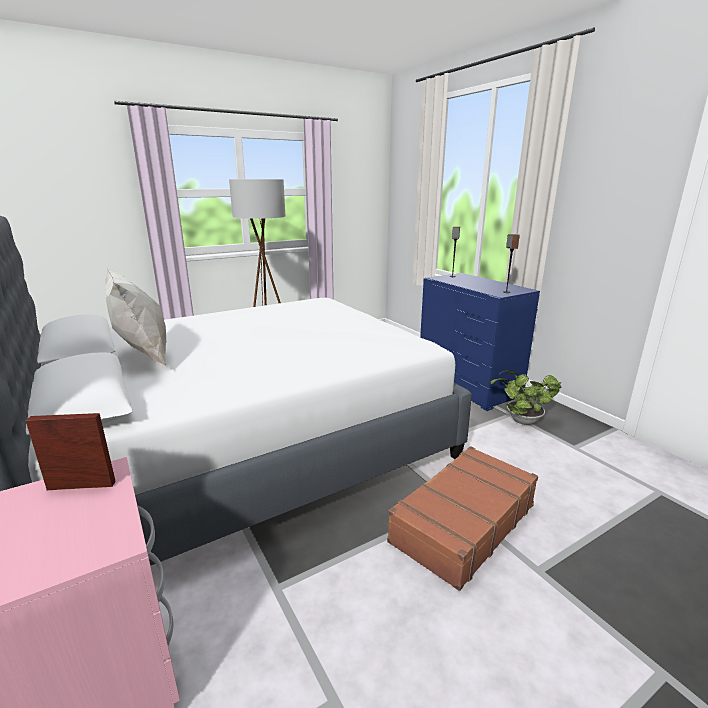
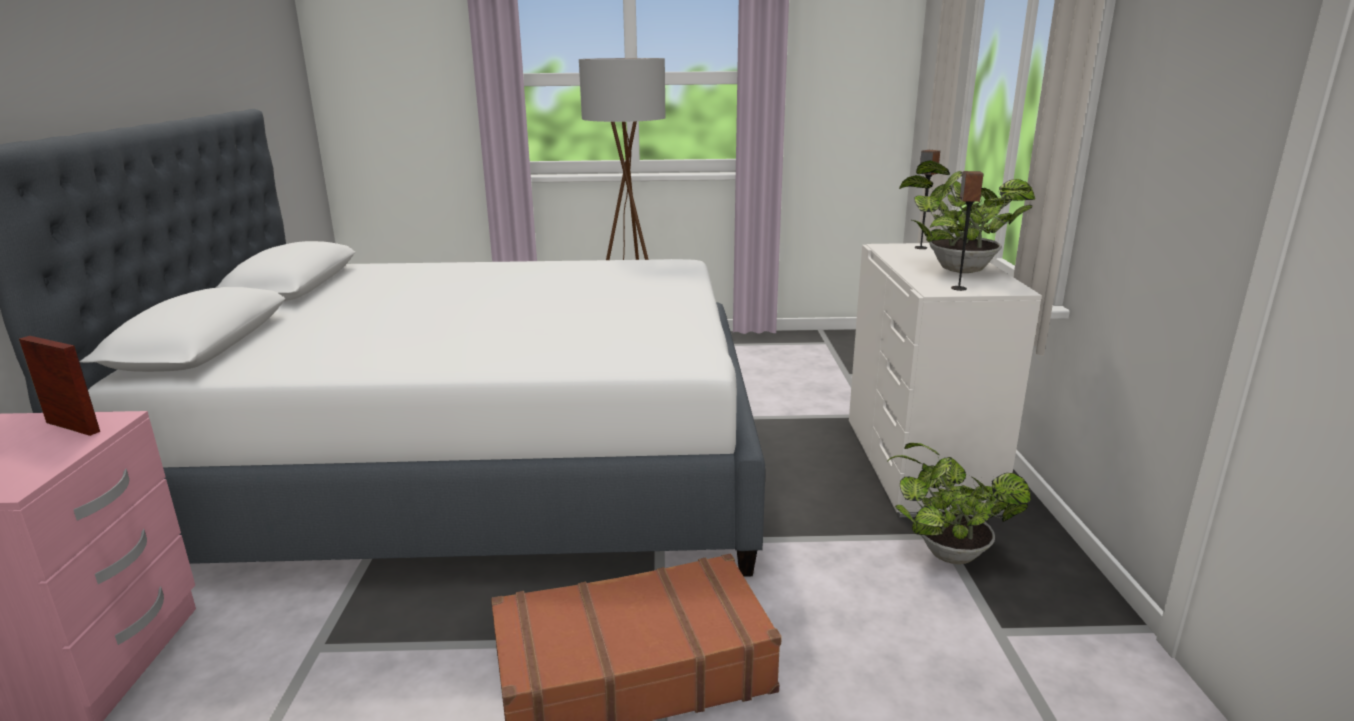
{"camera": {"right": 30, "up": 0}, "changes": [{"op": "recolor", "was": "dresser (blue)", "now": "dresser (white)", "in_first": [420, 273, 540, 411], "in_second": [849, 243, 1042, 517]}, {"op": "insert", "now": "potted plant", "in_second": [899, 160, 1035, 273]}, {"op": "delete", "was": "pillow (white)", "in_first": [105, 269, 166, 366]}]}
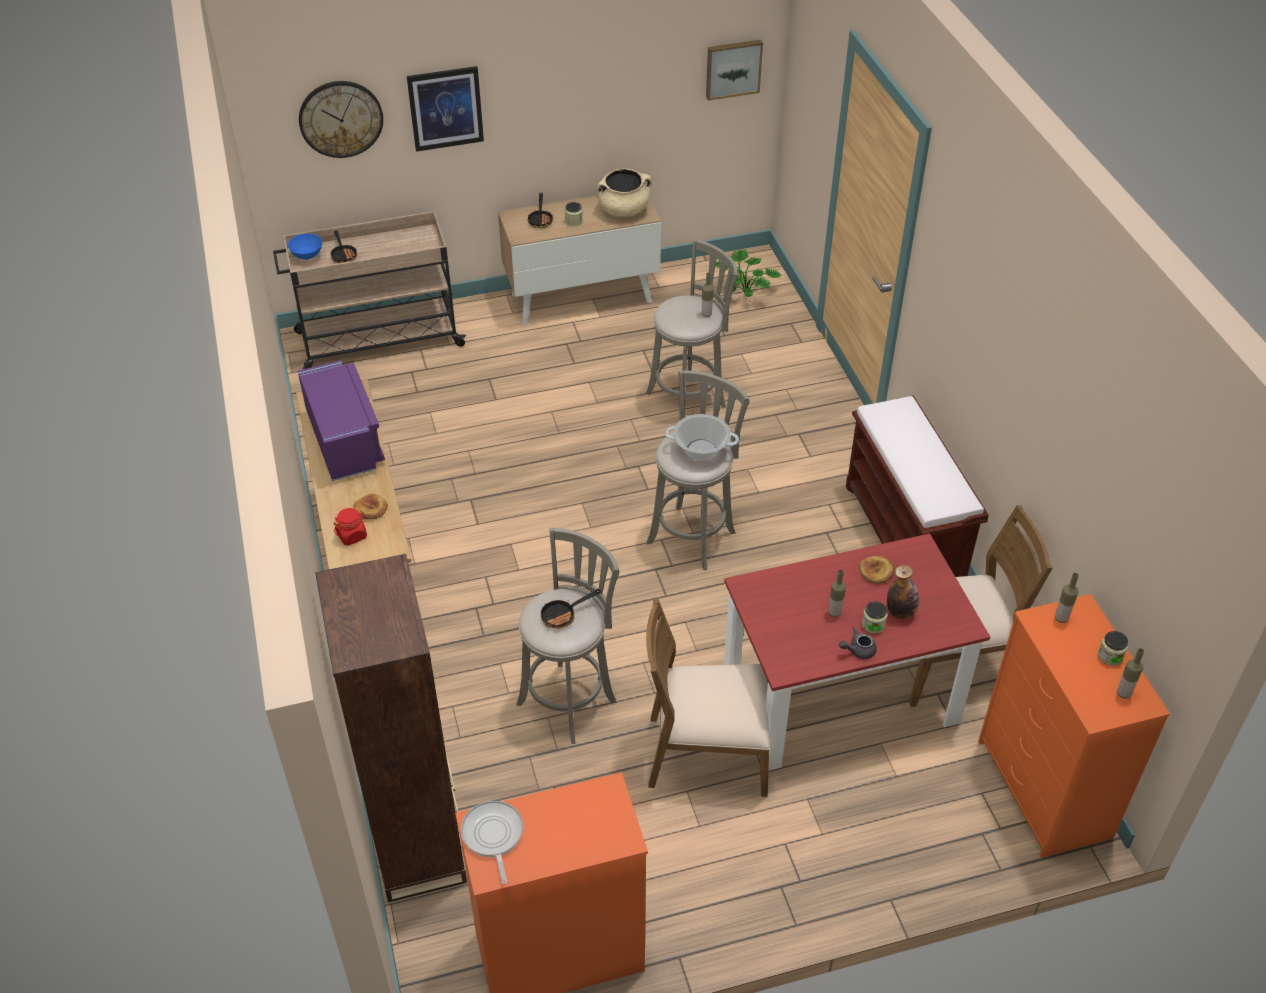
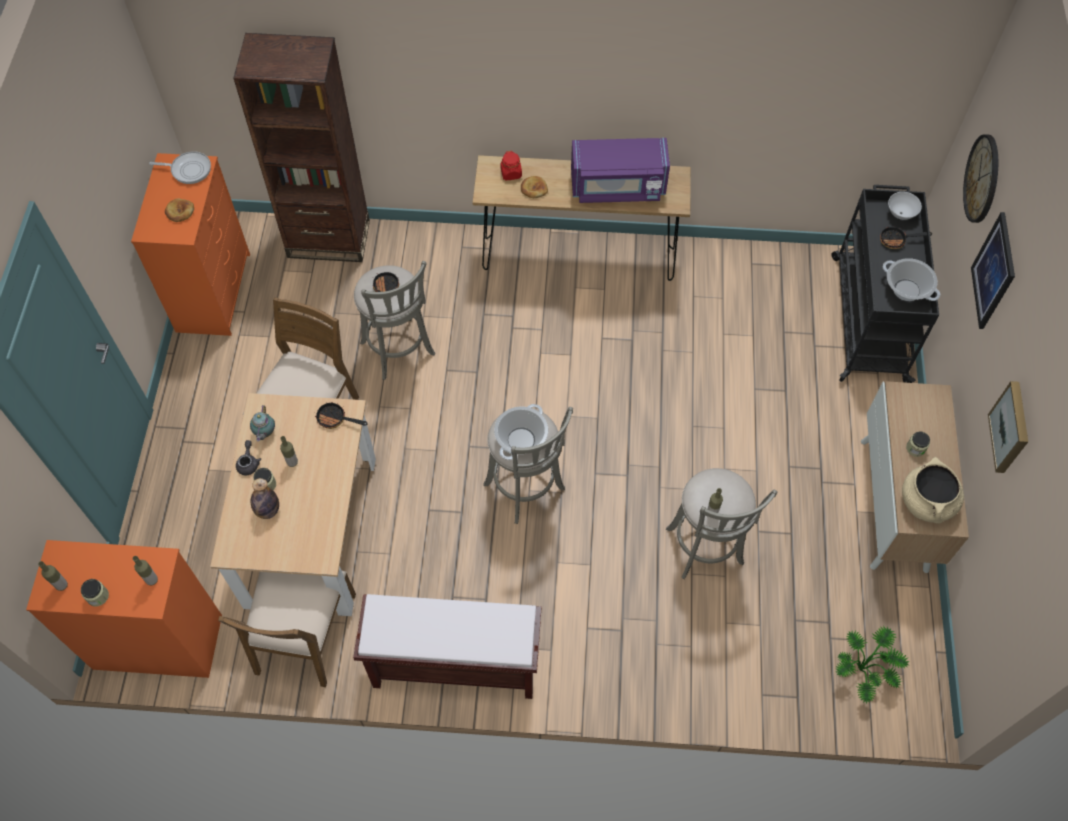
{"camera": {"right": 110, "up": 15}, "changes": [{"op": "move", "was": "bread", "in_first": [860, 556, 895, 583], "in_second": [165, 199, 194, 222]}, {"op": "recolor", "was": "dining table (red)", "now": "dining table (beige)", "in_first": [724, 534, 990, 771], "in_second": [210, 393, 376, 616]}, {"op": "insert", "now": "teapot", "in_second": [250, 406, 275, 441]}, {"op": "move", "was": "frying pan", "in_first": [528, 193, 553, 228], "in_second": [315, 402, 368, 429]}, {"op": "recolor", "was": "cart (beige)", "now": "cart (black)", "in_first": [273, 211, 466, 370], "in_second": [831, 185, 939, 383]}, {"op": "insert", "now": "cooking pot", "in_second": [883, 258, 940, 301]}, {"op": "recolor", "was": "bowl (blue)", "now": "bowl (white)", "in_first": [288, 234, 322, 260], "in_second": [888, 192, 922, 220]}, {"op": "move", "was": "picture", "in_first": [706, 40, 763, 101], "in_second": [988, 381, 1028, 473]}]}
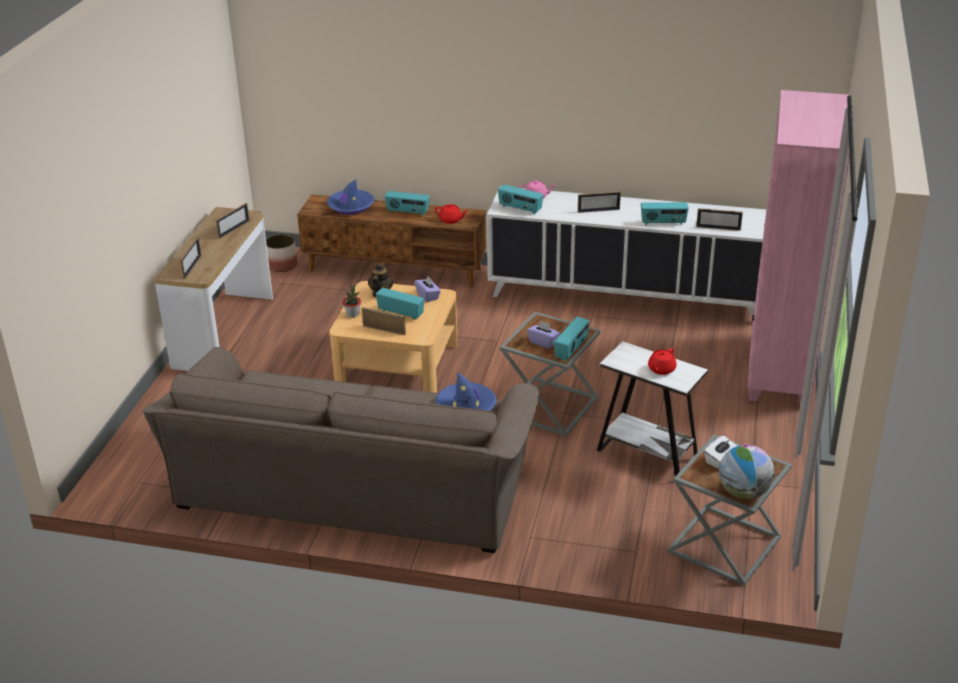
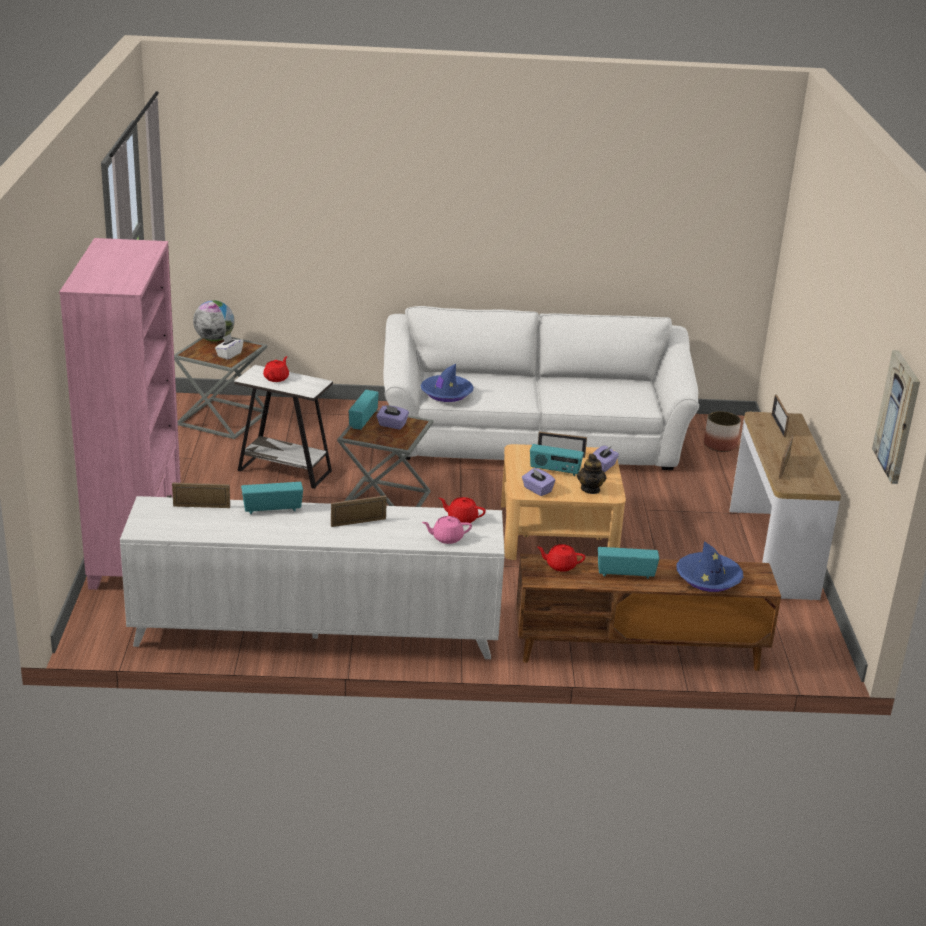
{"camera": {"right": 165, "up": -5}, "changes": [{"op": "recolor", "was": "sofa (brown)", "now": "sofa (white)", "in_first": [143, 347, 540, 553], "in_second": [383, 306, 699, 470]}, {"op": "replace", "was": "radio", "now": "teapot (red)", "in_first": [498, 185, 543, 215], "in_second": [439, 497, 486, 523]}, {"op": "replace", "was": "potted plant", "now": "tissue box (purple)", "in_first": [343, 285, 361, 318], "in_second": [592, 446, 619, 472]}, {"op": "move", "was": "planter", "in_first": [266, 234, 297, 272], "in_second": [704, 411, 741, 452]}, {"op": "insert", "now": "picture", "in_second": [872, 350, 920, 484]}]}
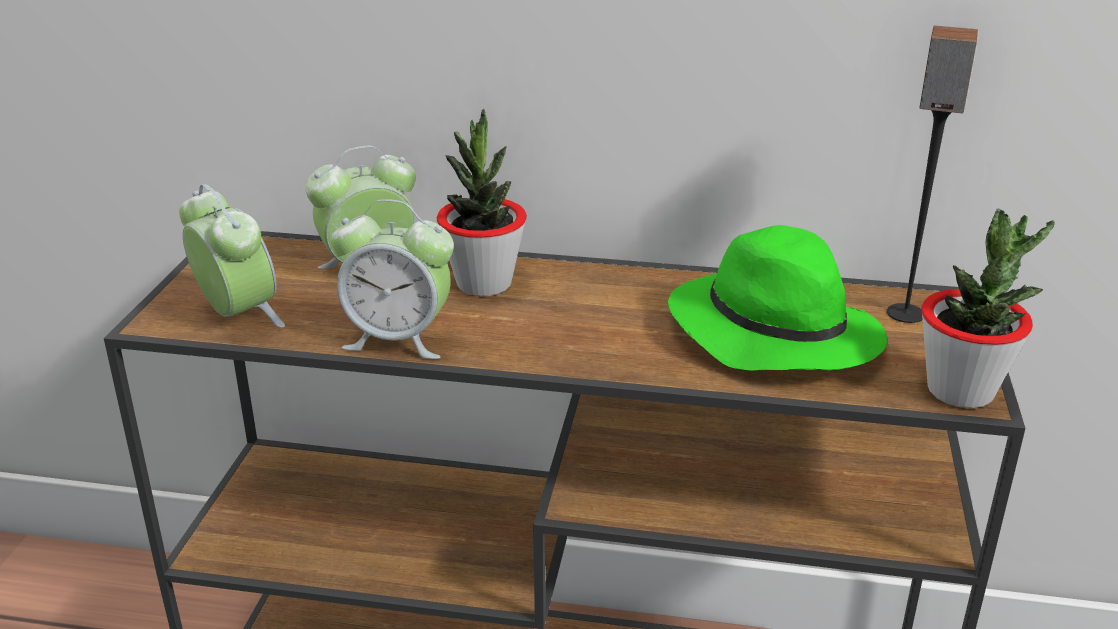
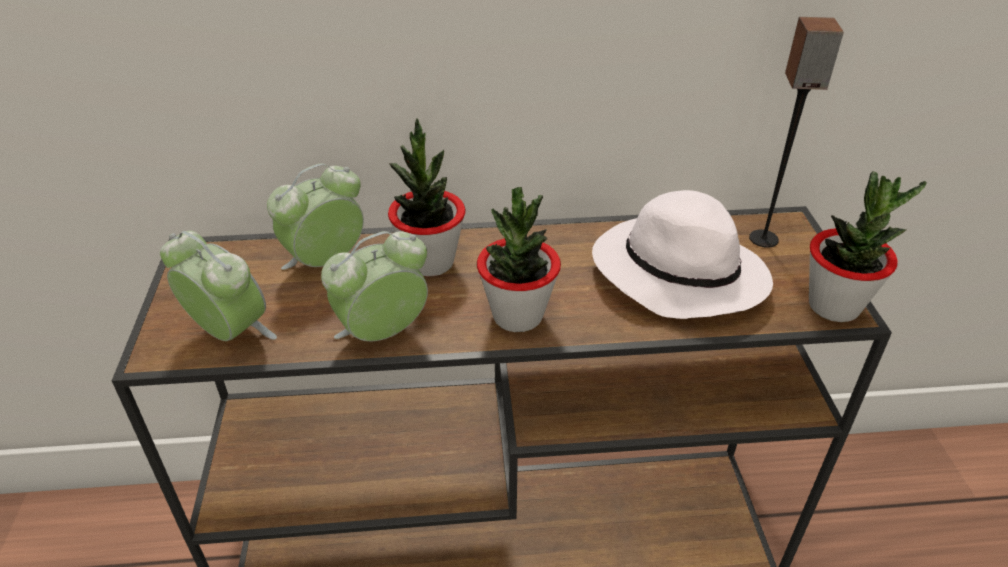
{"camera": {"right": -15, "up": 10}, "changes": [{"op": "rotate", "was": "alarm clock", "in_first": [331, 199, 454, 359], "in_second": [321, 231, 428, 342], "clockwise": 150}, {"op": "insert", "now": "potted plant", "in_second": [477, 187, 561, 332]}, {"op": "recolor", "was": "hat (green)", "now": "hat (white)", "in_first": [668, 225, 888, 371], "in_second": [592, 190, 773, 319]}]}
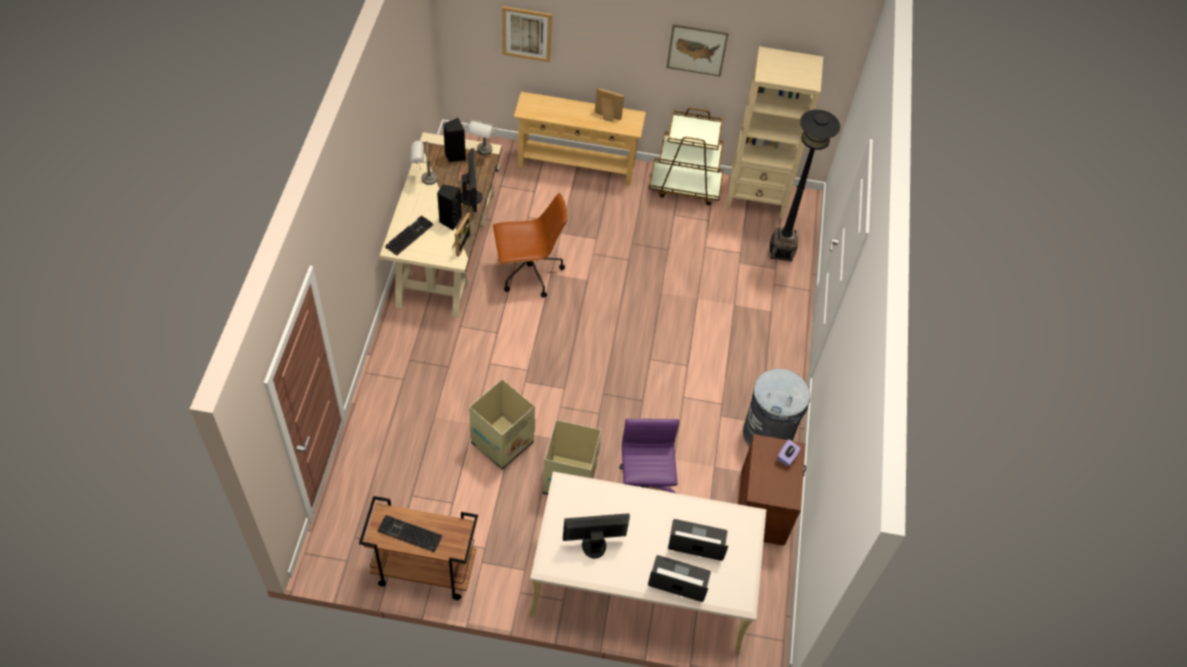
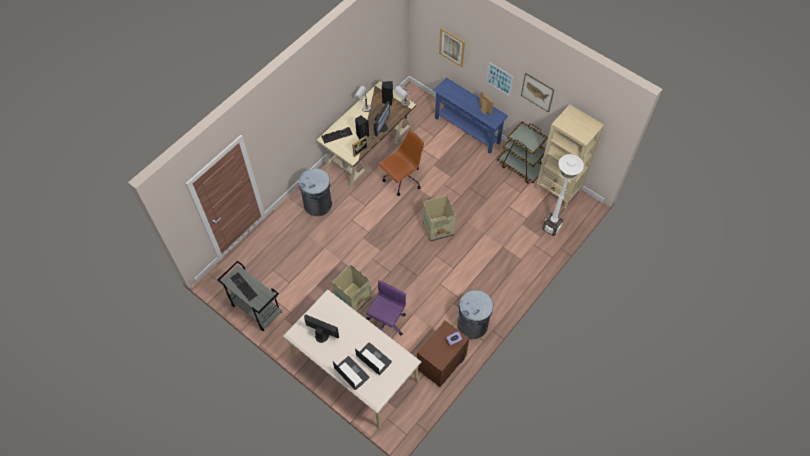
{"camera": {"right": 35, "up": 5}, "changes": [{"op": "recolor", "was": "cart (brown)", "now": "cart (grey)", "in_first": [359, 496, 478, 600], "in_second": [218, 261, 282, 331]}, {"op": "insert", "now": "trash can (grey)", "in_second": [299, 168, 332, 216]}, {"op": "rotate", "was": "office chair (brown)", "in_first": [493, 193, 567, 298], "in_second": [378, 131, 424, 196], "clockwise": -60}, {"op": "move", "was": "cardboard box", "in_first": [469, 379, 535, 470], "in_second": [423, 195, 456, 242]}, {"op": "recolor", "was": "console table (beige)", "now": "console table (blue)", "in_first": [514, 92, 646, 185], "in_second": [433, 77, 508, 154]}, {"op": "insert", "now": "picture", "in_second": [486, 62, 514, 96]}, {"op": "recolor", "was": "floor lamp (black)", "now": "floor lamp (white)", "in_first": [770, 110, 840, 261], "in_second": [542, 154, 584, 236]}]}
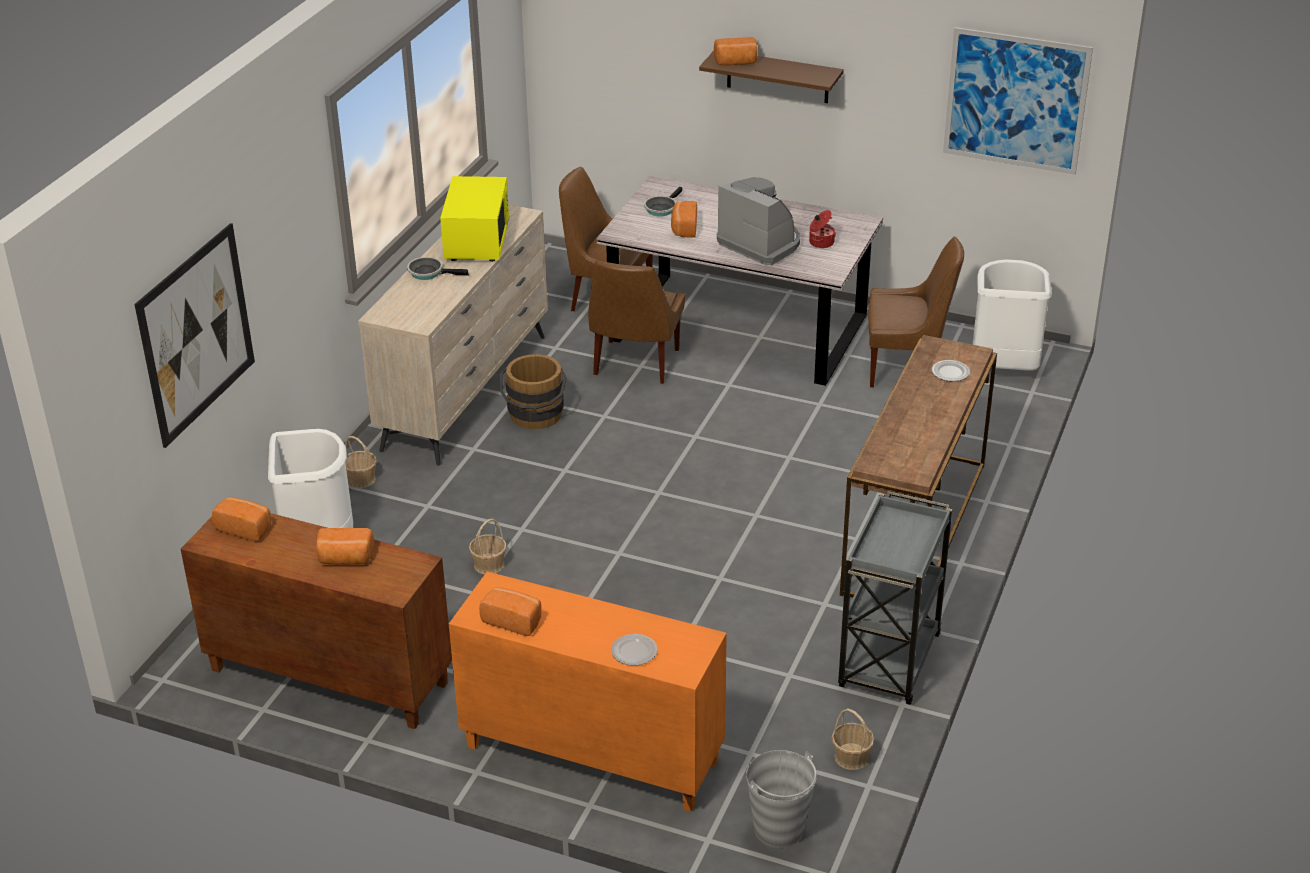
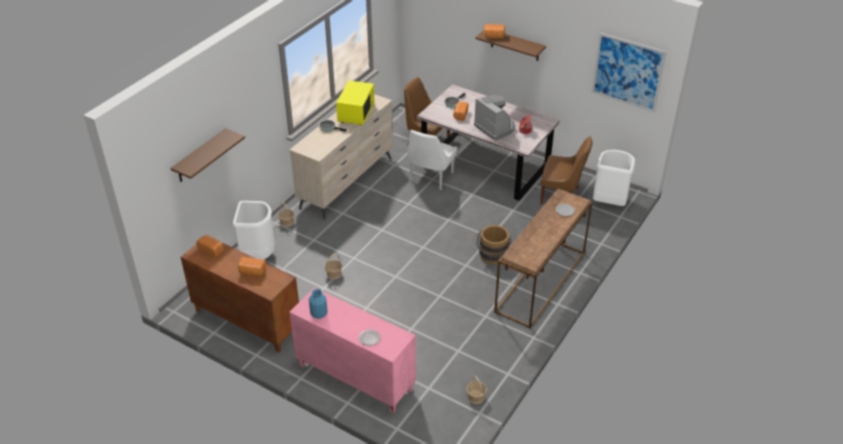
{"camera": {"right": 10, "up": 5}, "changes": [{"op": "replace", "was": "picture", "now": "shelf (brown)", "in_first": [134, 223, 255, 448], "in_second": [170, 128, 245, 182]}, {"op": "recolor", "was": "cabinet (orange)", "now": "cabinet (pink)", "in_first": [449, 571, 727, 812], "in_second": [289, 288, 416, 414]}, {"op": "replace", "was": "bread", "now": "vase (blue)", "in_first": [479, 587, 541, 636], "in_second": [309, 289, 328, 319]}, {"op": "recolor", "was": "chair (brown)", "now": "chair (white)", "in_first": [588, 261, 685, 384], "in_second": [407, 130, 457, 190]}, {"op": "move", "was": "bucket (brown)", "in_first": [500, 354, 567, 429], "in_second": [476, 225, 512, 264]}, {"op": "delete", "was": "bucket (grey)", "in_first": [746, 750, 817, 848]}, {"op": "delete", "was": "cart (grey)", "in_first": [838, 491, 952, 705]}]}
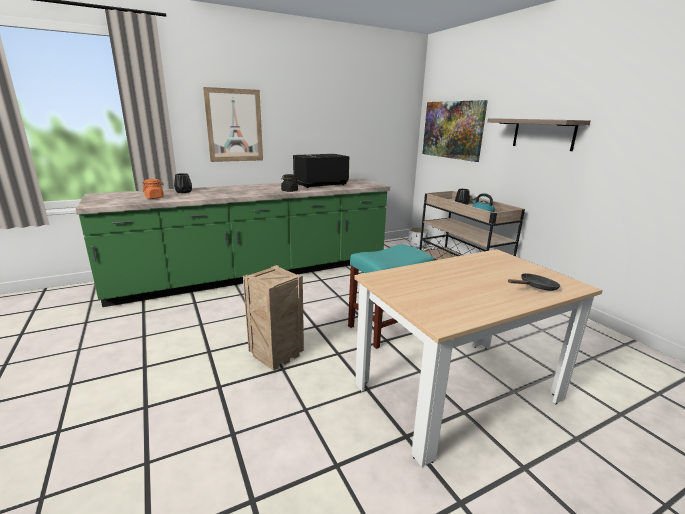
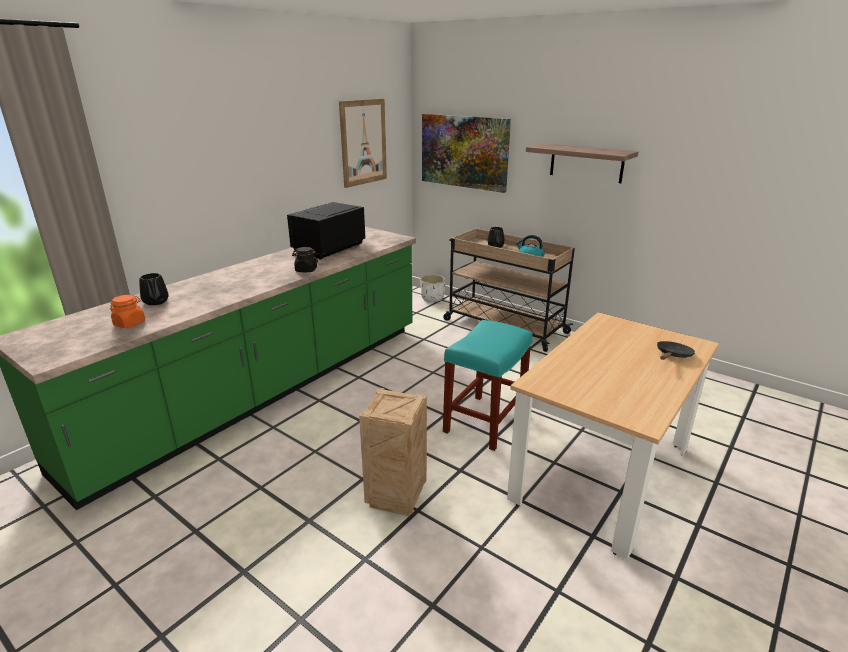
{"camera": {"right": -25, "up": 5}, "changes": [{"op": "move", "was": "picture", "in_first": [203, 87, 263, 162], "in_second": [339, 99, 387, 188]}]}
